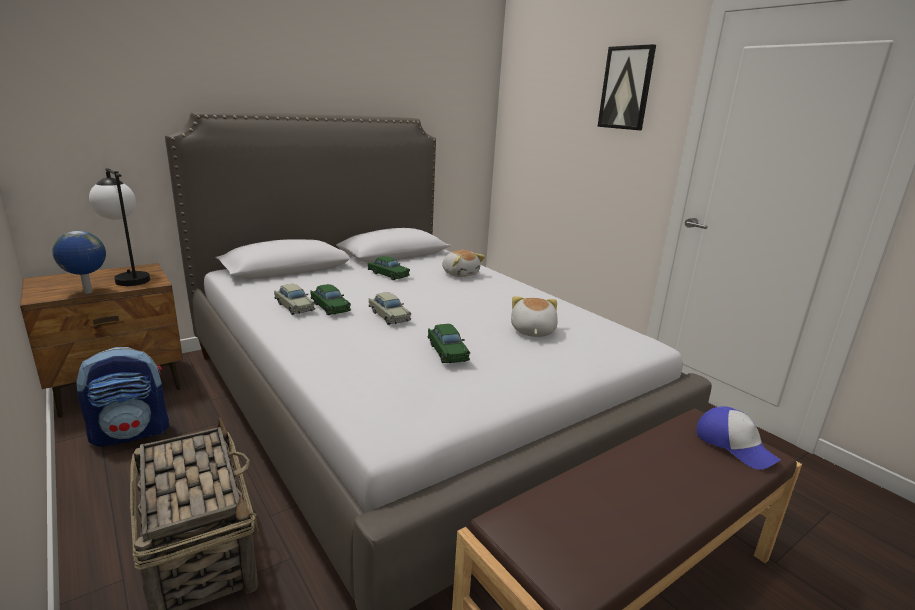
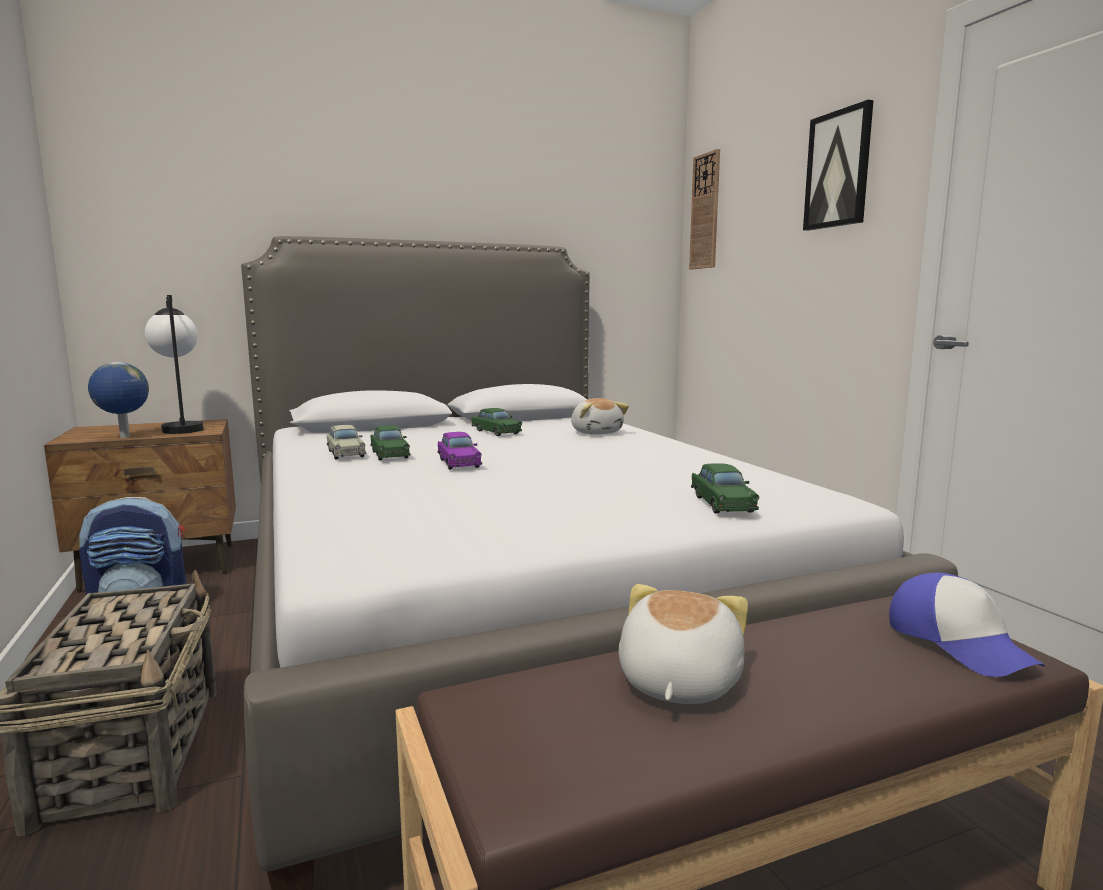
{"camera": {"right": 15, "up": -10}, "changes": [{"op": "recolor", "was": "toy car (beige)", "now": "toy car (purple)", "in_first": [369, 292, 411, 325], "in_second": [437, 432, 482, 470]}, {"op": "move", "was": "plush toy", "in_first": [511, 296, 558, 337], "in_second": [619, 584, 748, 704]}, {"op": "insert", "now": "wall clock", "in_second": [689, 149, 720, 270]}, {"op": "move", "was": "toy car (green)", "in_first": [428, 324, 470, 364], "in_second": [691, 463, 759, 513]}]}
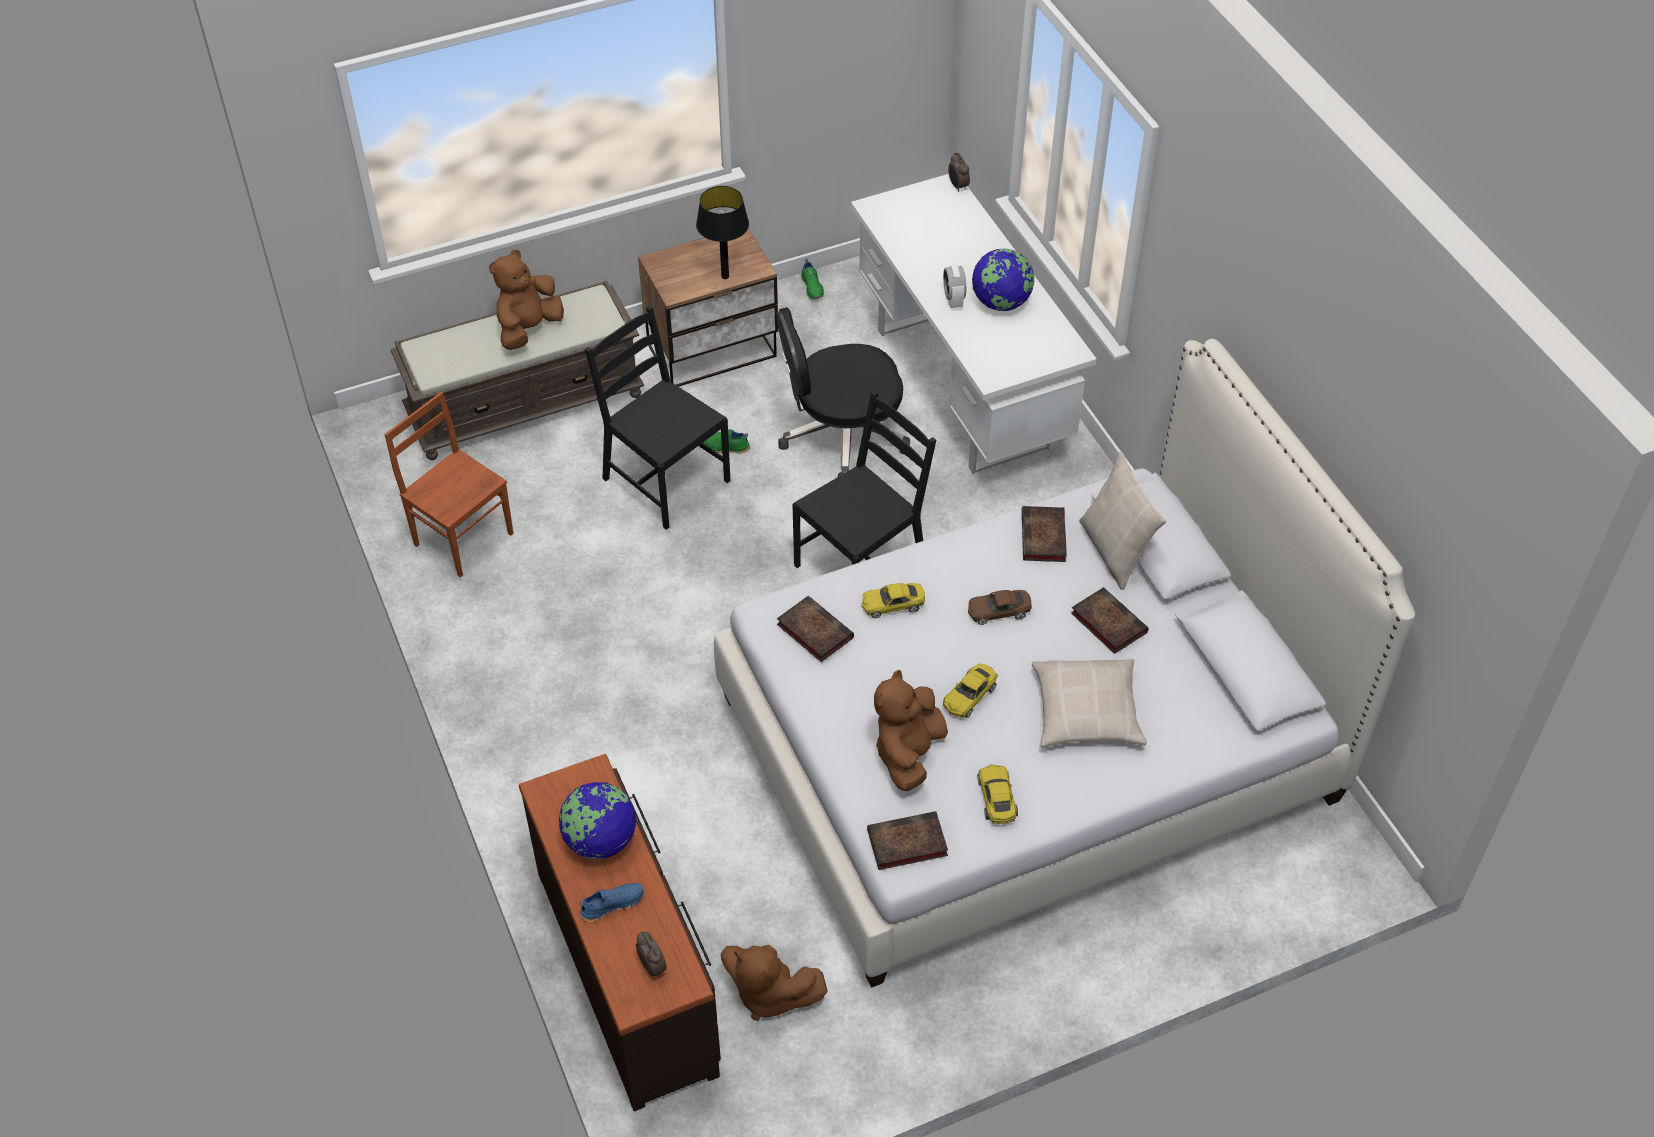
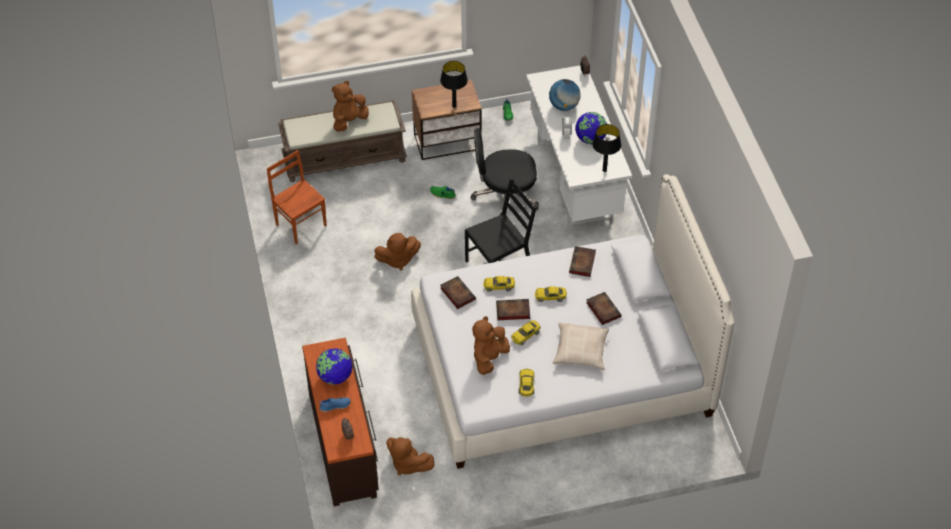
{"camera": {"right": 10, "up": 0}, "changes": [{"op": "insert", "now": "plush toy (brown)", "in_second": [374, 233, 421, 270]}, {"op": "move", "was": "book", "in_first": [867, 811, 948, 870], "in_second": [496, 299, 530, 320]}, {"op": "recolor", "was": "toy car (brown)", "now": "toy car (yellow)", "in_first": [968, 590, 1032, 625], "in_second": [535, 286, 567, 302]}, {"op": "insert", "now": "globe", "in_second": [549, 79, 581, 111]}, {"op": "insert", "now": "table lamp (black)", "in_second": [592, 124, 621, 172]}, {"op": "delete", "was": "chair (black)", "in_first": [585, 305, 730, 530]}, {"op": "delete", "was": "pillow (beige)", "in_first": [1079, 452, 1166, 590]}]}
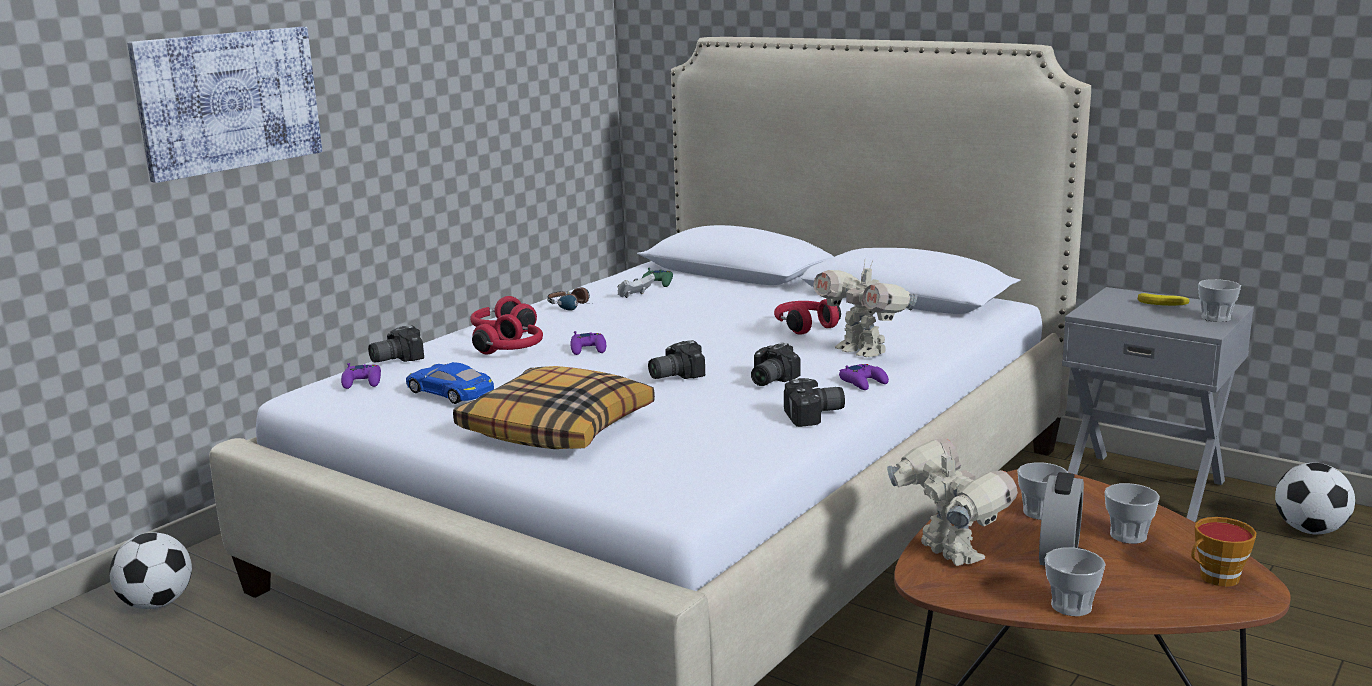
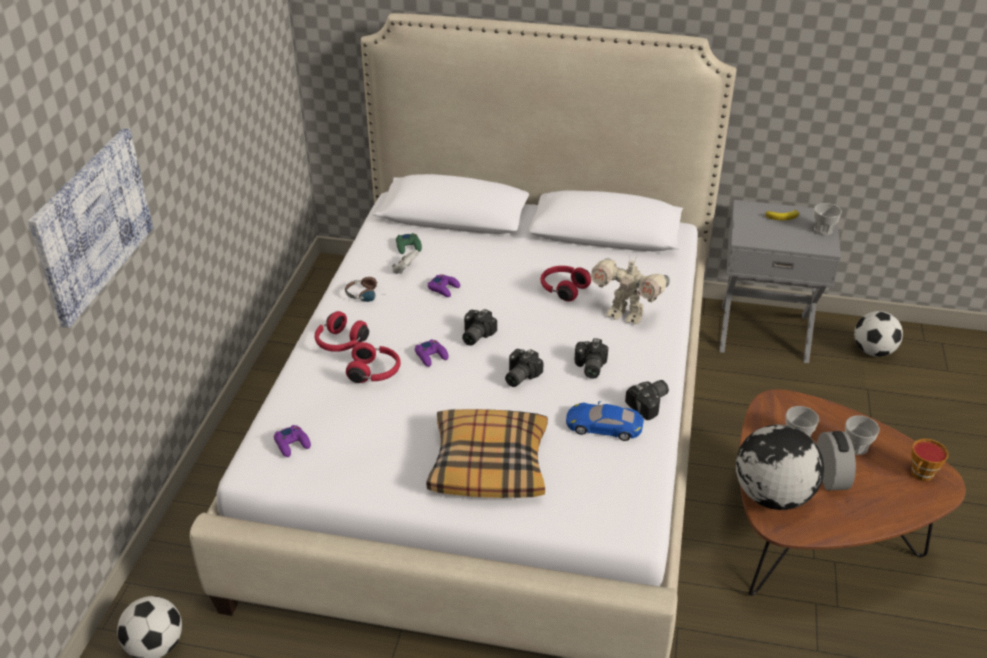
{"camera": {"right": -25, "up": 20}, "changes": [{"op": "move", "was": "game controller (purple)", "in_first": [839, 364, 889, 390], "in_second": [428, 274, 460, 297]}, {"op": "move", "was": "photo camera", "in_first": [368, 325, 424, 363], "in_second": [462, 309, 497, 346]}, {"op": "move", "was": "toy car (blue)", "in_first": [406, 362, 494, 404], "in_second": [566, 401, 644, 441]}, {"op": "replace", "was": "toy robot", "now": "globe", "in_first": [887, 439, 1018, 566], "in_second": [736, 425, 824, 510]}, {"op": "delete", "was": "cup", "in_first": [1045, 547, 1106, 616]}]}
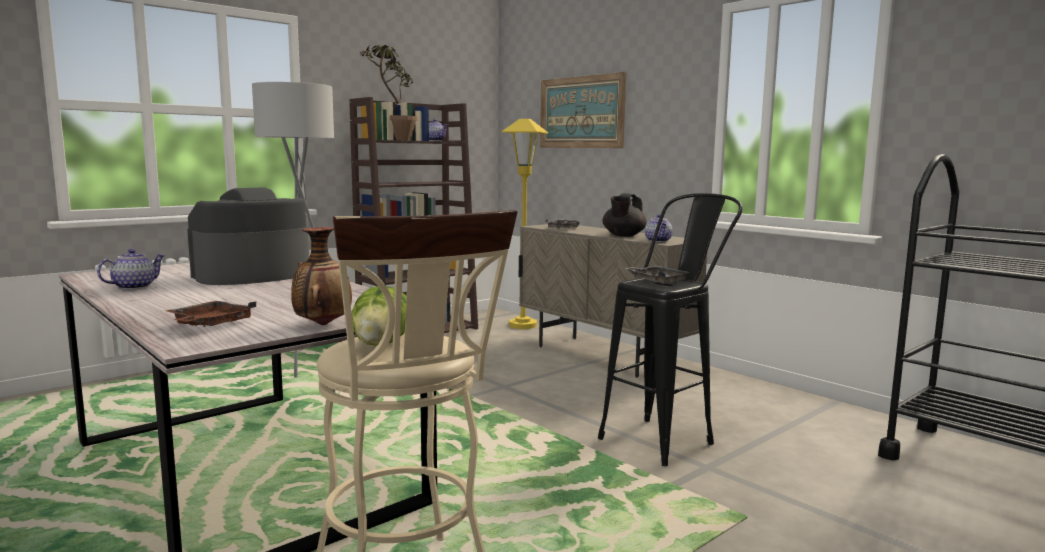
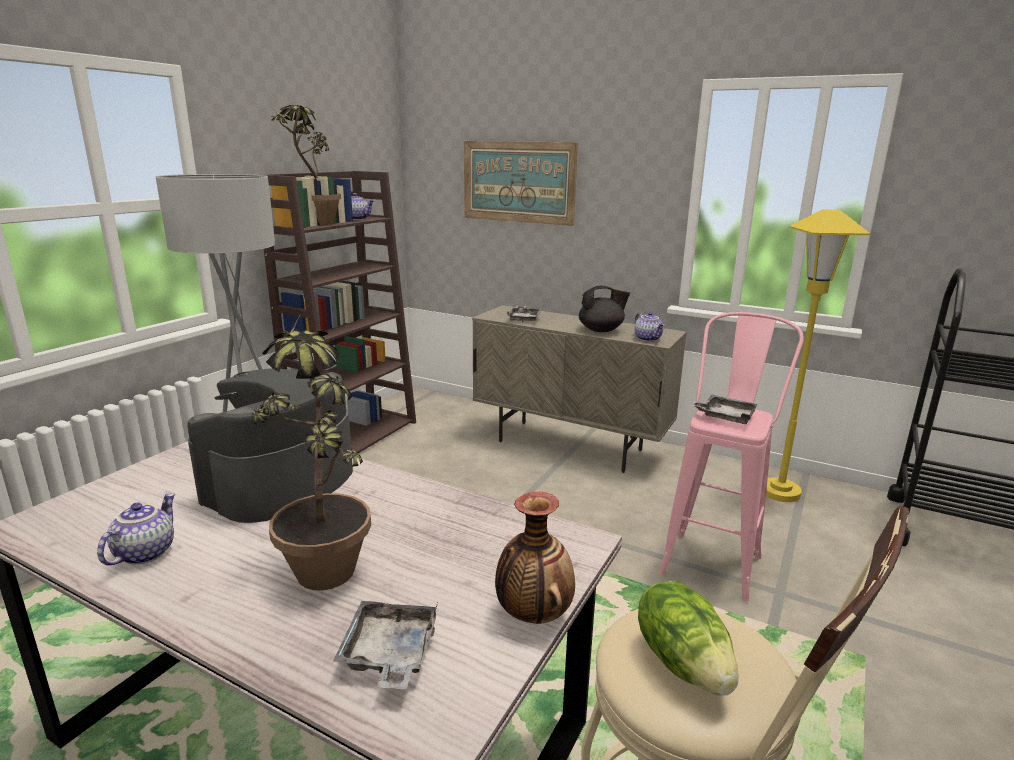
{"camera": {"right": -20, "up": 10}, "changes": [{"op": "insert", "now": "potted plant", "in_second": [251, 317, 371, 590]}, {"op": "recolor", "was": "tray (brown)", "now": "tray (grey)", "in_first": [166, 301, 256, 327], "in_second": [333, 601, 438, 689]}, {"op": "rotate", "was": "teapot (black)", "in_first": [602, 193, 647, 237], "in_second": [579, 286, 630, 332], "clockwise": -105}, {"op": "recolor", "was": "stool (black)", "now": "stool (pink)", "in_first": [598, 193, 743, 466], "in_second": [659, 312, 804, 602]}, {"op": "move", "was": "floor lamp (yellow)", "in_first": [501, 119, 548, 329], "in_second": [766, 209, 870, 502]}]}
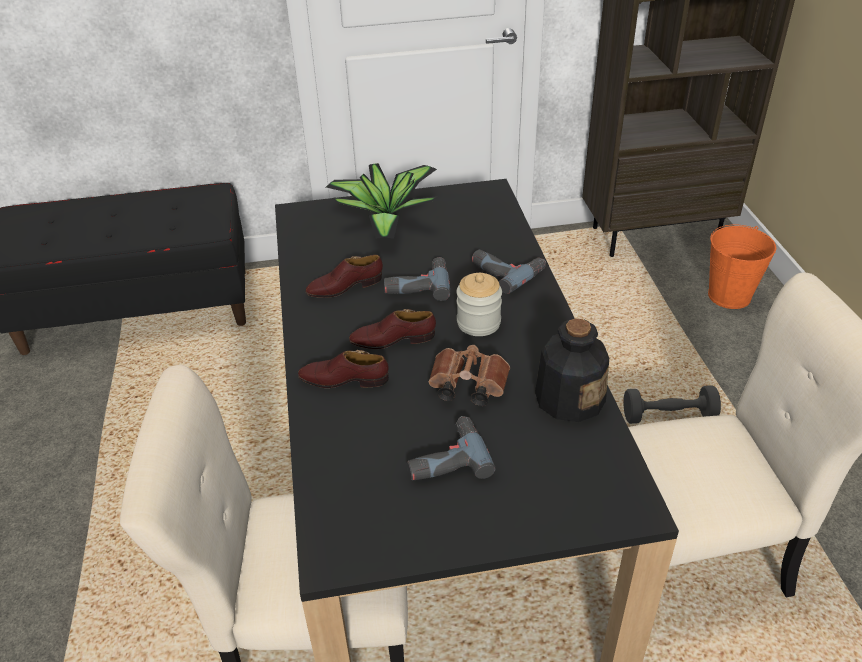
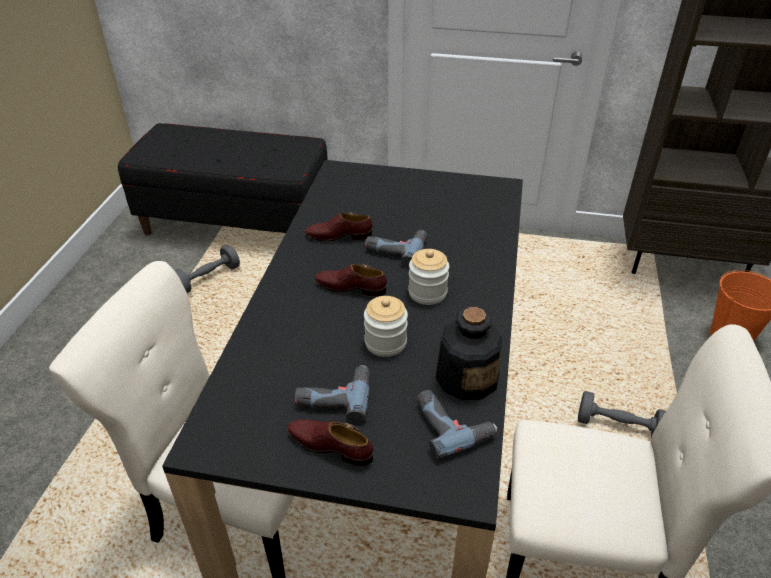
{"camera": {"right": 20, "up": 0}, "changes": [{"op": "insert", "now": "dumbbell (grey)", "in_second": [174, 245, 240, 293]}, {"op": "move", "was": "shoe (brown)", "in_first": [298, 350, 389, 388], "in_second": [287, 419, 373, 466]}, {"op": "replace", "was": "binoculars (brown)", "now": "jar", "in_first": [429, 345, 510, 406], "in_second": [364, 296, 408, 357]}, {"op": "move", "was": "power drill", "in_first": [472, 250, 546, 294], "in_second": [417, 390, 497, 459]}, {"op": "delete", "was": "potted plant", "in_first": [326, 163, 438, 239]}]}
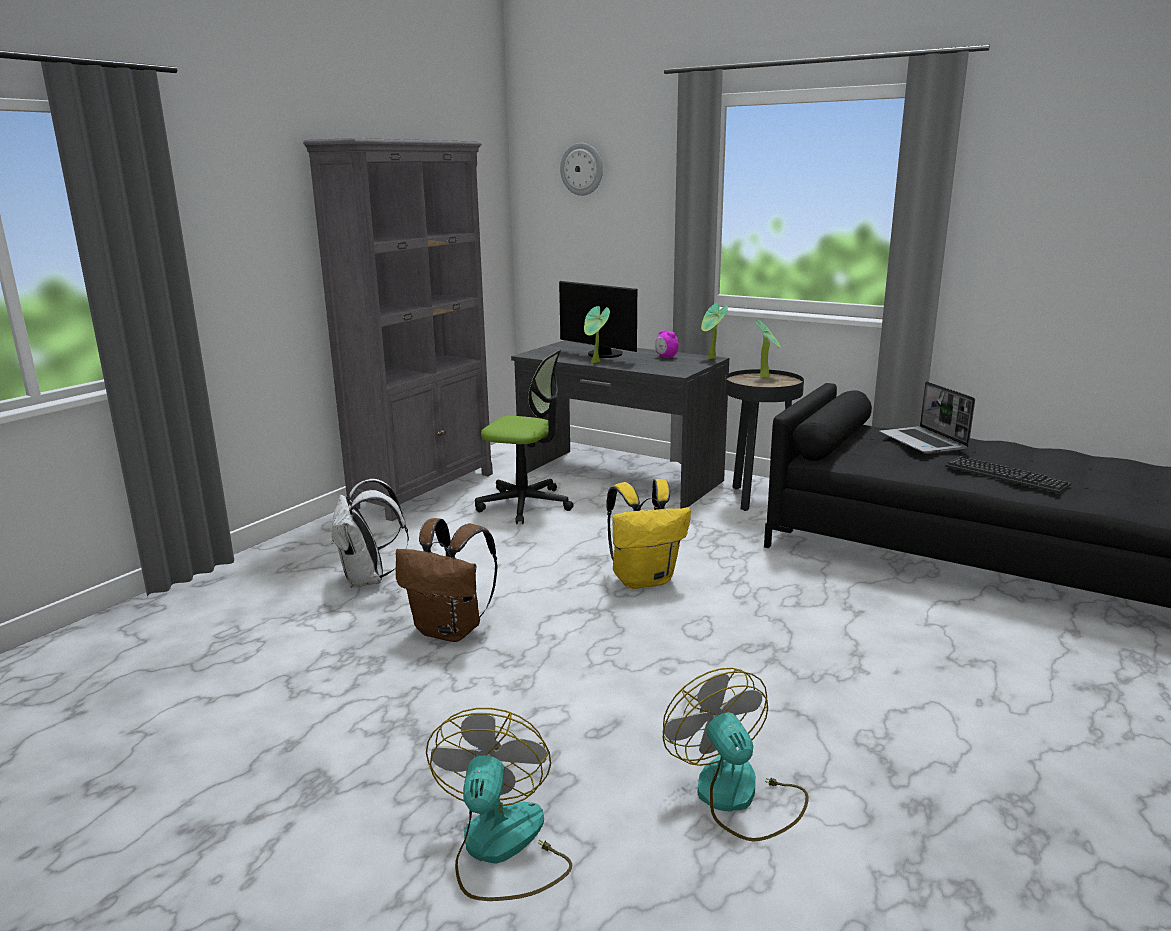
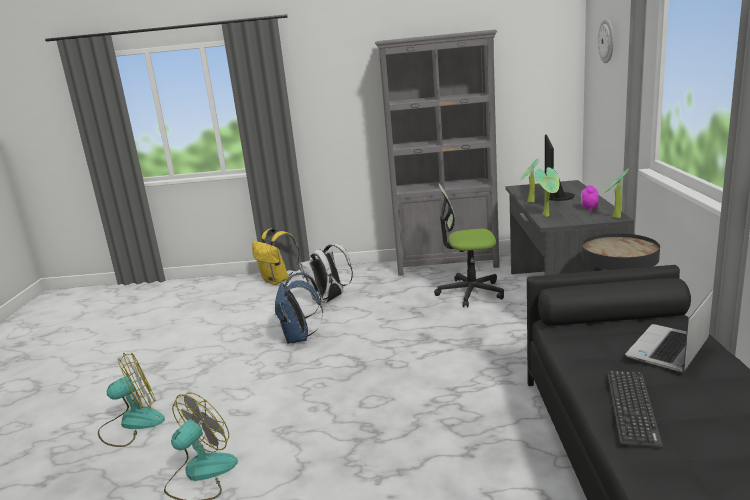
{"camera": {"right": 60, "up": 0}, "changes": [{"op": "move", "was": "backpack (yellow)", "in_first": [606, 479, 691, 589], "in_second": [252, 229, 300, 285]}, {"op": "recolor", "was": "backpack (brown)", "now": "backpack (blue)", "in_first": [396, 518, 498, 642], "in_second": [275, 272, 323, 344]}, {"op": "rotate", "was": "office chair", "in_first": [475, 349, 574, 524], "in_second": [434, 183, 504, 307], "clockwise": 105}, {"op": "move", "was": "potted plant", "in_first": [756, 320, 781, 378], "in_second": [535, 167, 559, 217]}]}
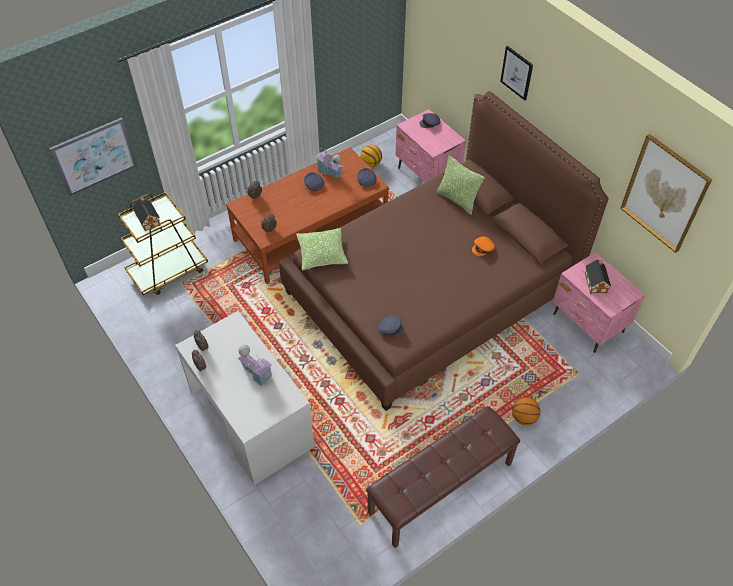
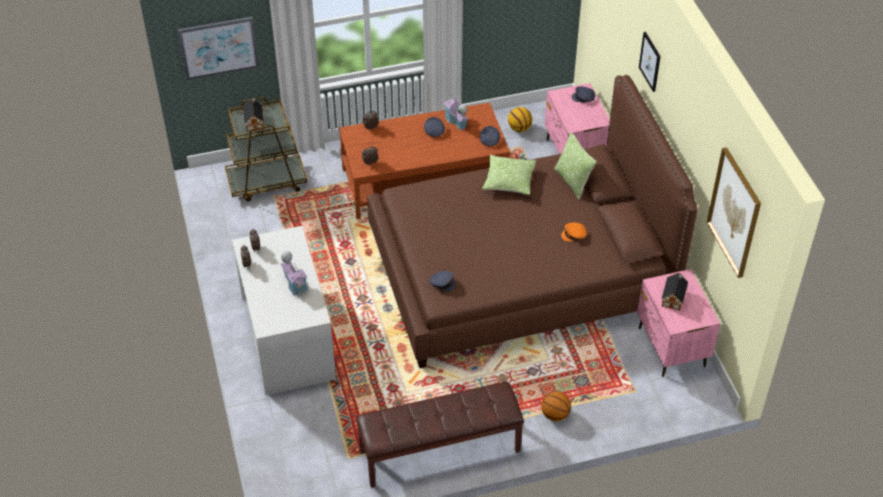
{"camera": {"right": 20, "up": -5}, "changes": [{"op": "move", "was": "pillow", "in_first": [296, 228, 348, 270], "in_second": [482, 155, 536, 195]}]}
